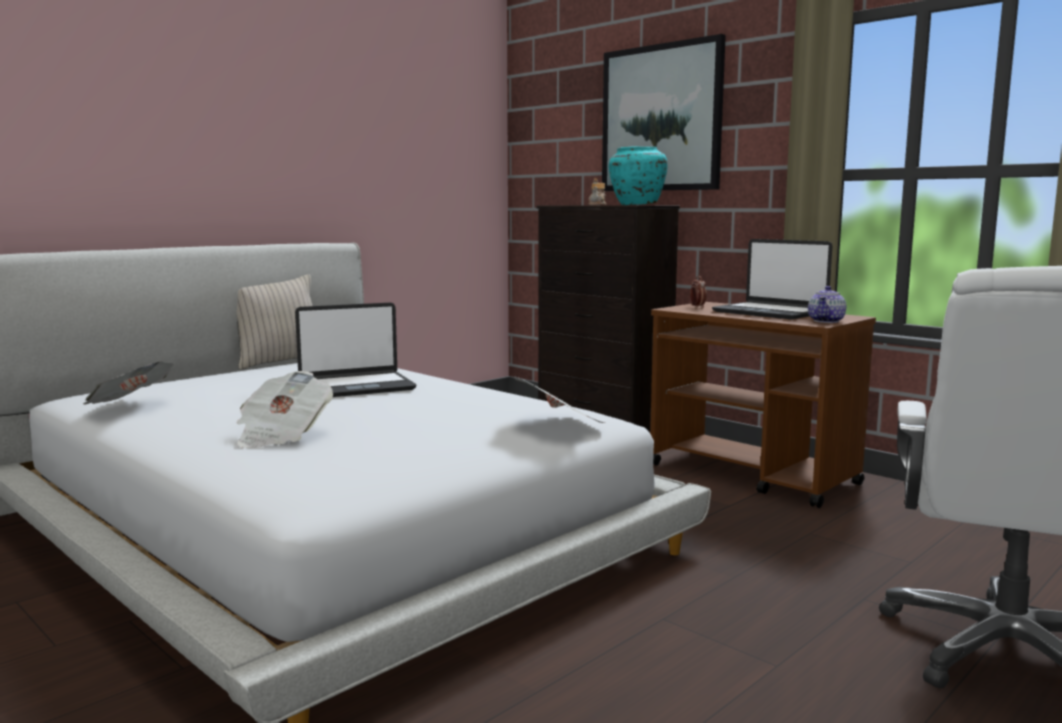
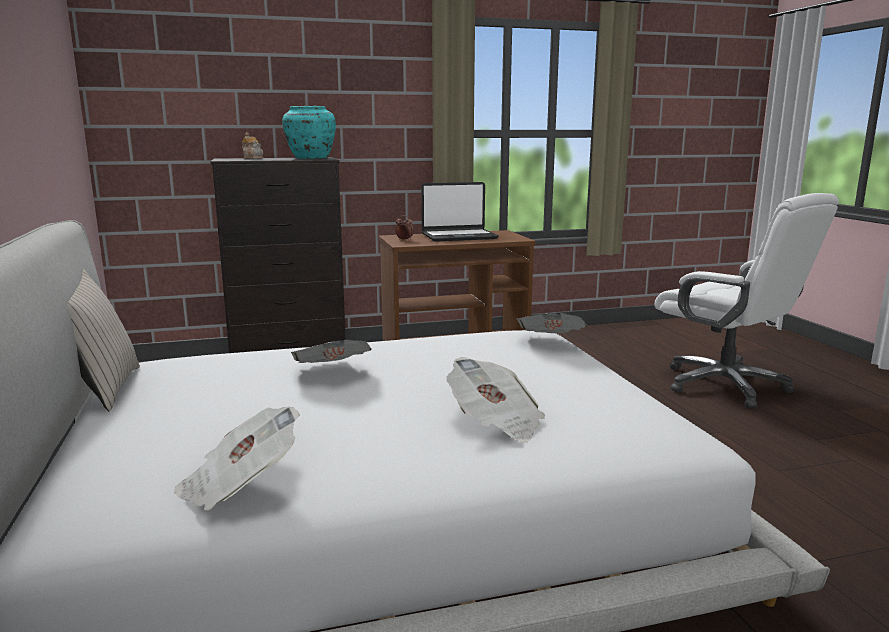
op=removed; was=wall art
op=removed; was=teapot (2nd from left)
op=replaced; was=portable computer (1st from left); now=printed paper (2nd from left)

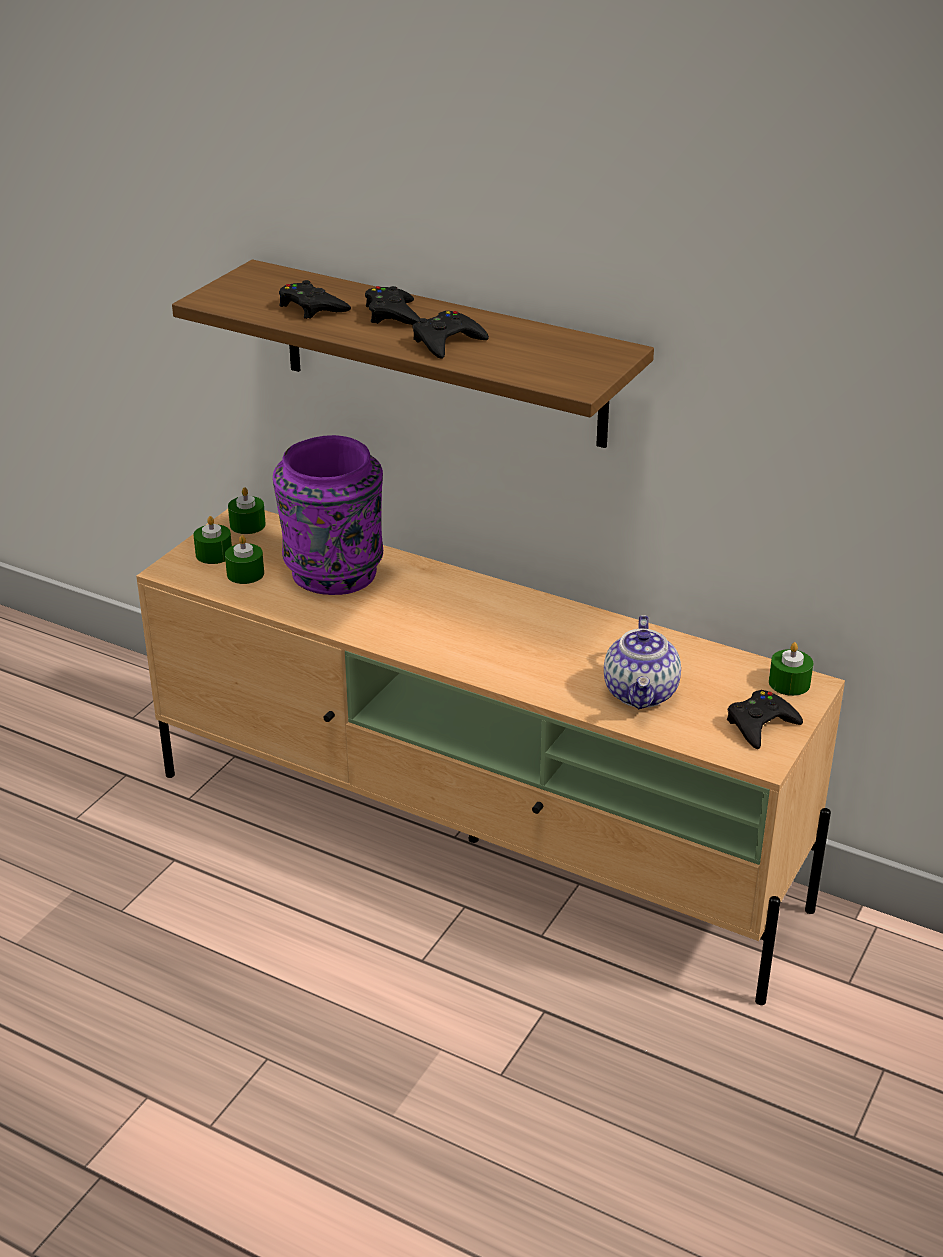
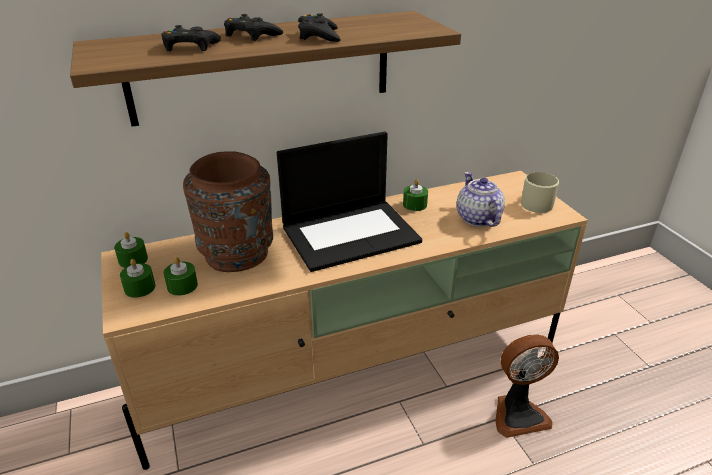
op=recoloured; was=vase in purple-coloured; now=vase in brown
op=turned; was=teapot; clockwise=-150
op=moved; was=wax light in green (4th from left)
op=replaced; was=joypad in black (4th from left); now=coffee mug in beige-coloured
op=added; now=portable computer
op=added; now=fan

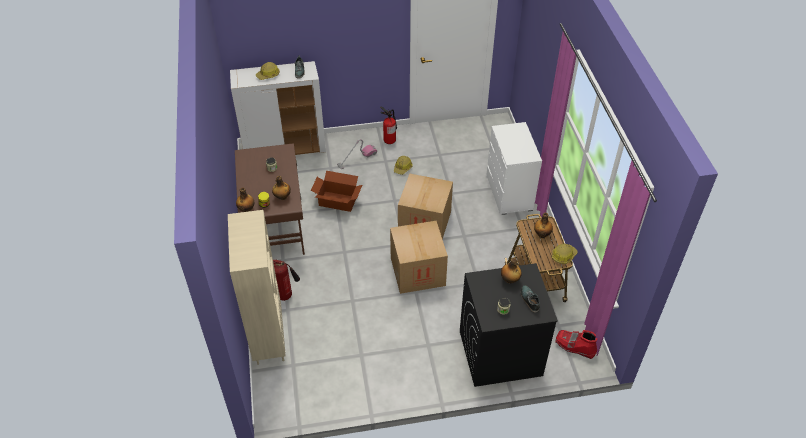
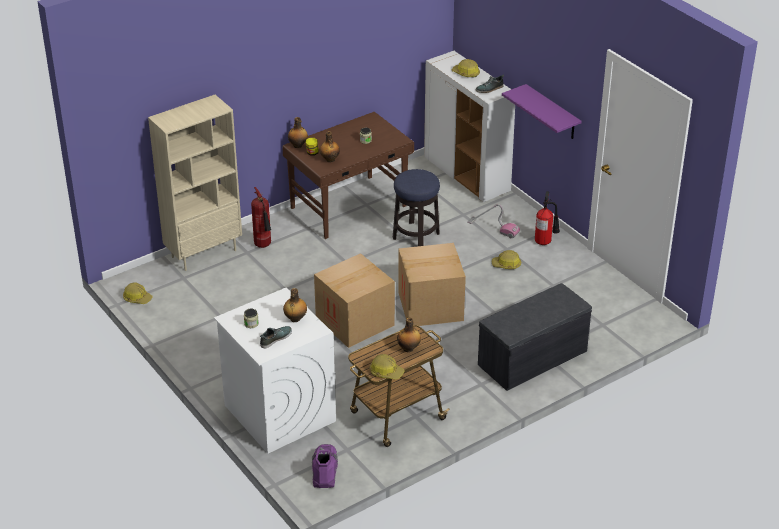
op=replaced; was=drawer chest in white-coloured; now=indoor bench in grey
op=replaced; was=carton (1st from left); now=stool seat
op=recoloured; was=laundry appliance in black; now=laundry appliance in white-coloured
op=recoloured; was=high-top boot in red; now=high-top boot in purple-coloured
op=added; now=wall shelf in purple-coloured
op=added; now=hard hat (1st from left)

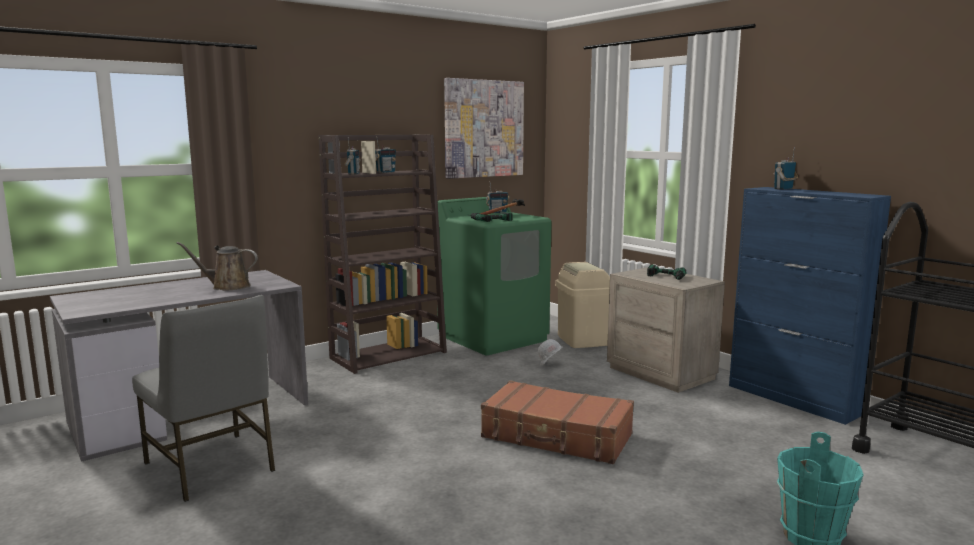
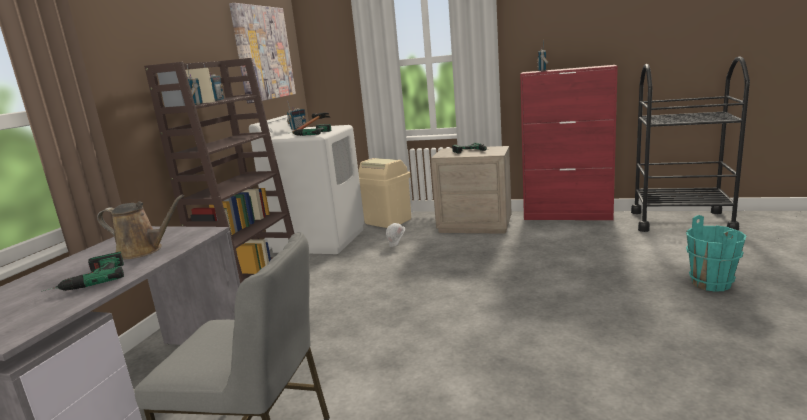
op=recoloured; was=cabinet in blue-coloured; now=cabinet in red
op=recoloured; was=laundry appliance in green; now=laundry appliance in white-coloured
op=turned; was=sprinkling can in brown; clockwise=-135
op=removed; was=suitcase in brown
op=added; now=power drill (1st from left)

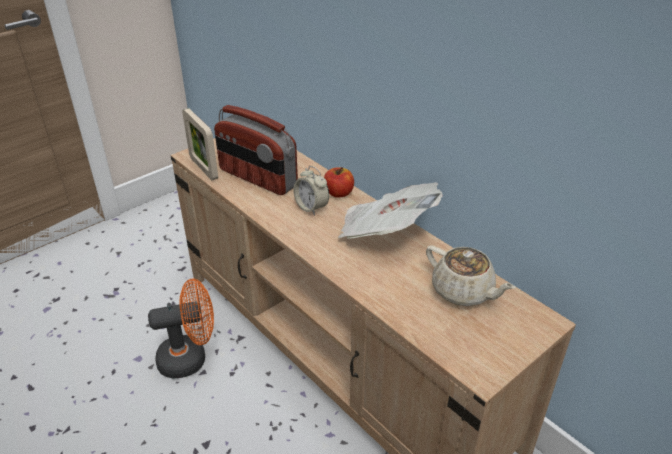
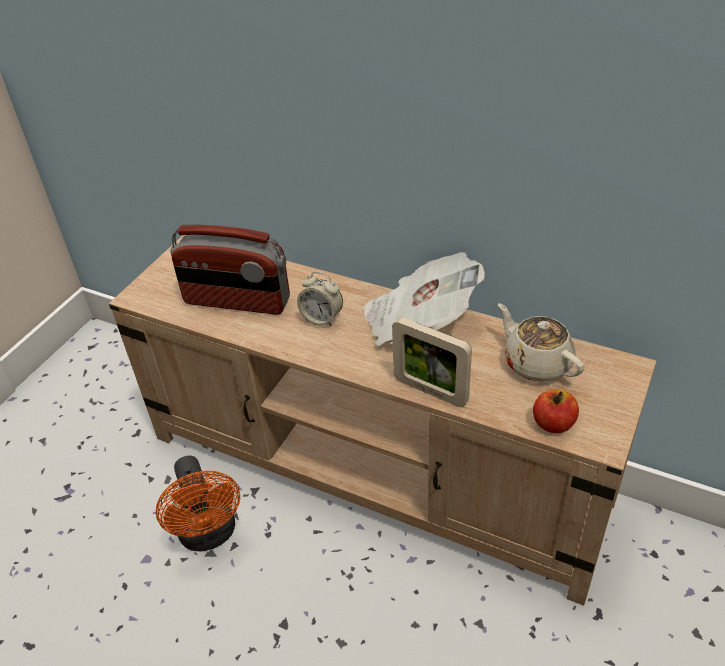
op=moved; was=photo frame
op=moved; was=apple fruit
op=turned; was=teapot in beige-coloured; clockwise=-150
op=turned; was=fan in orangey; clockwise=105

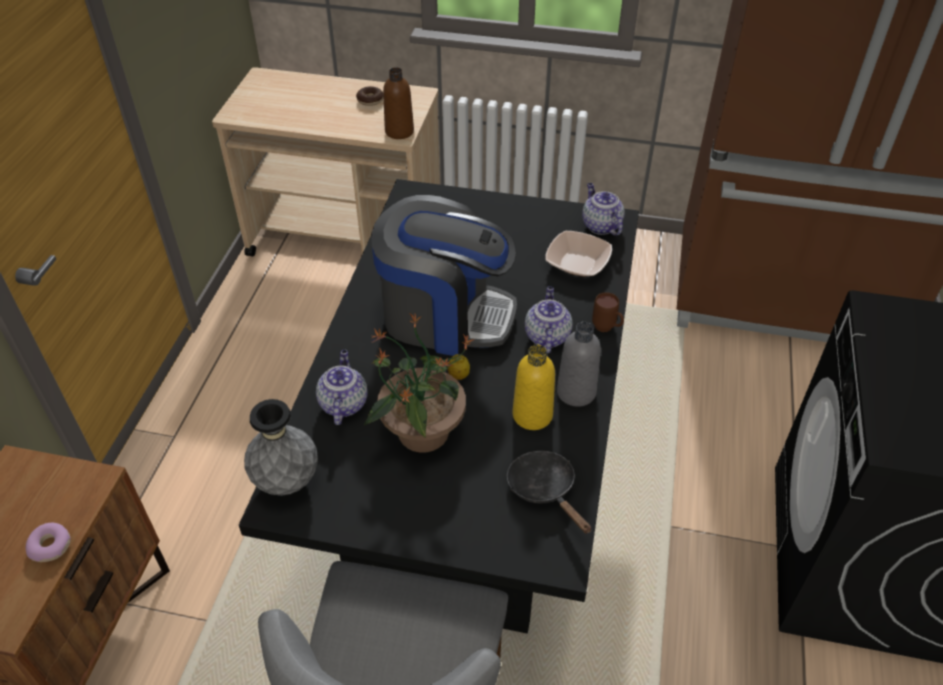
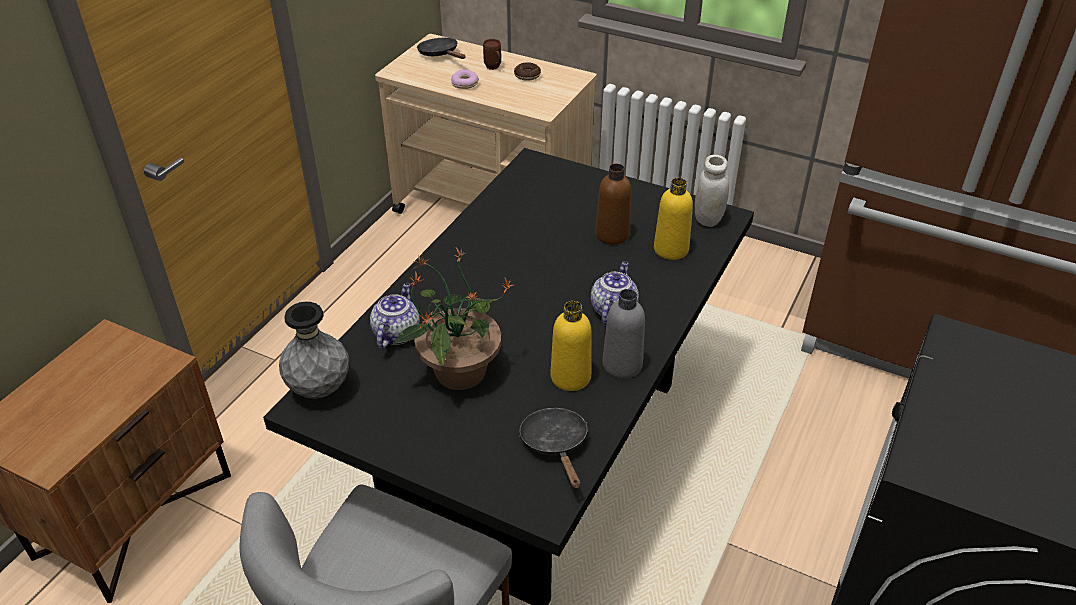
op=moved; was=beverage bottle in brown
op=replaced; was=teapot (3rd from left); now=jar in white-coloured
op=removed; was=coffee machine
op=replaced; was=serving bowl; now=beverage bottle in yellow-coloured (2nd from left)
op=moved; was=coffee mug in brown
op=removed; was=lemon
op=moved; was=doughnut (1st from left)
op=added; now=skillet in black (1st from left)

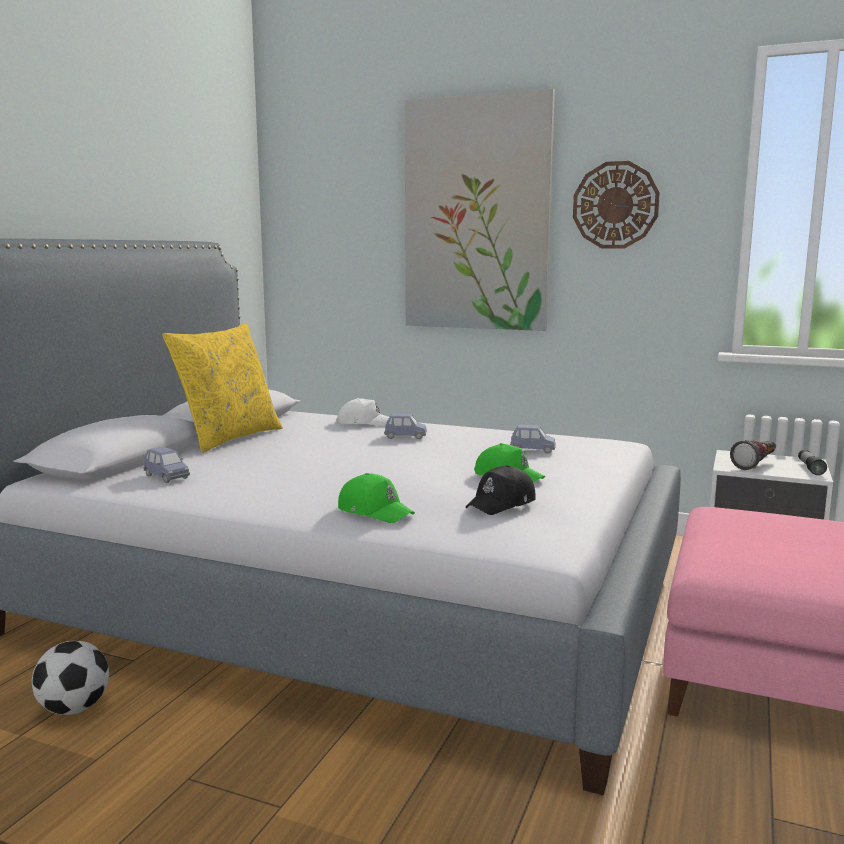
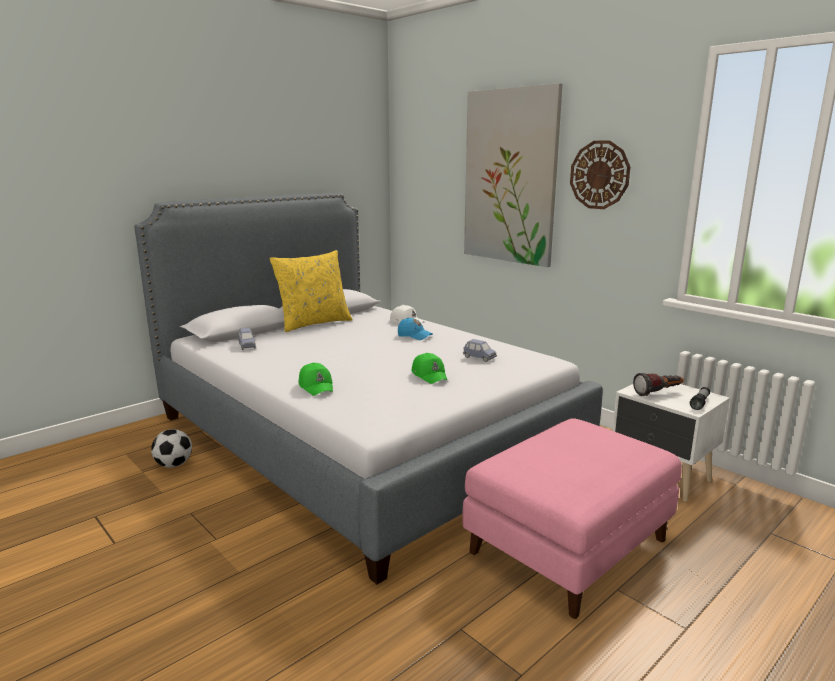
op=replaced; was=miniature car in blue-coloured (2nd from left); now=baseball cap in blue-coloured
op=removed; was=baseball cap in black

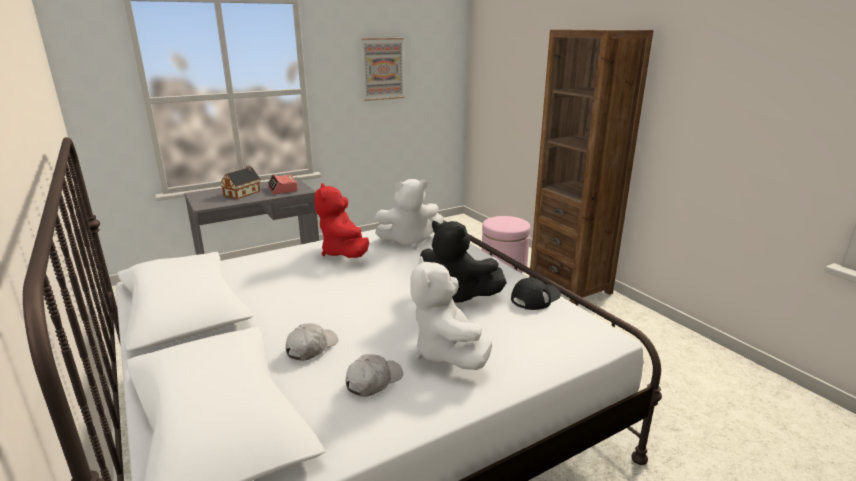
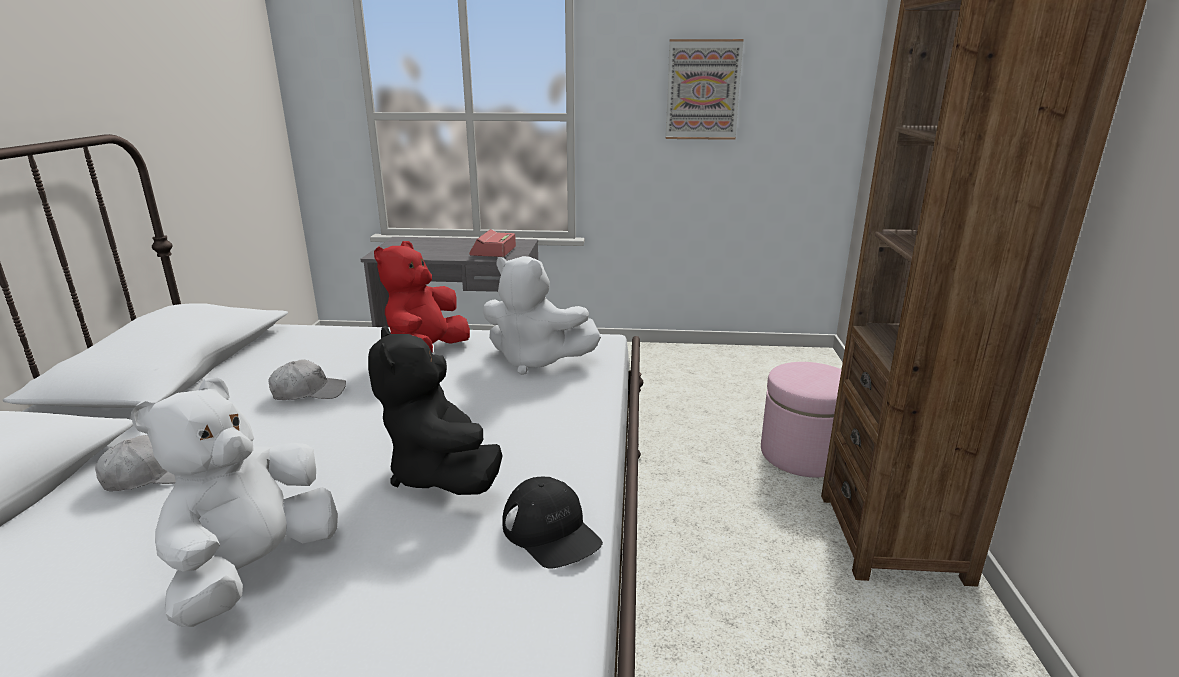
op=removed; was=miniature house
op=turned; was=baseball cap in black; clockwise=60
op=moved; was=baseball cap in white-coloured (2nd from left)

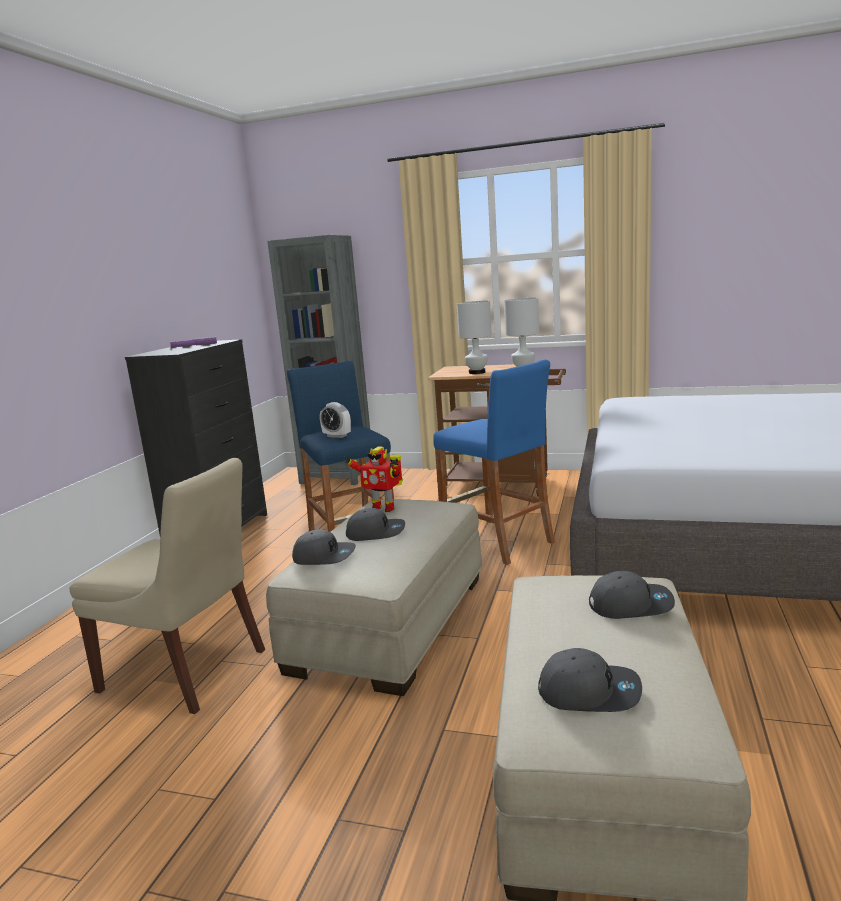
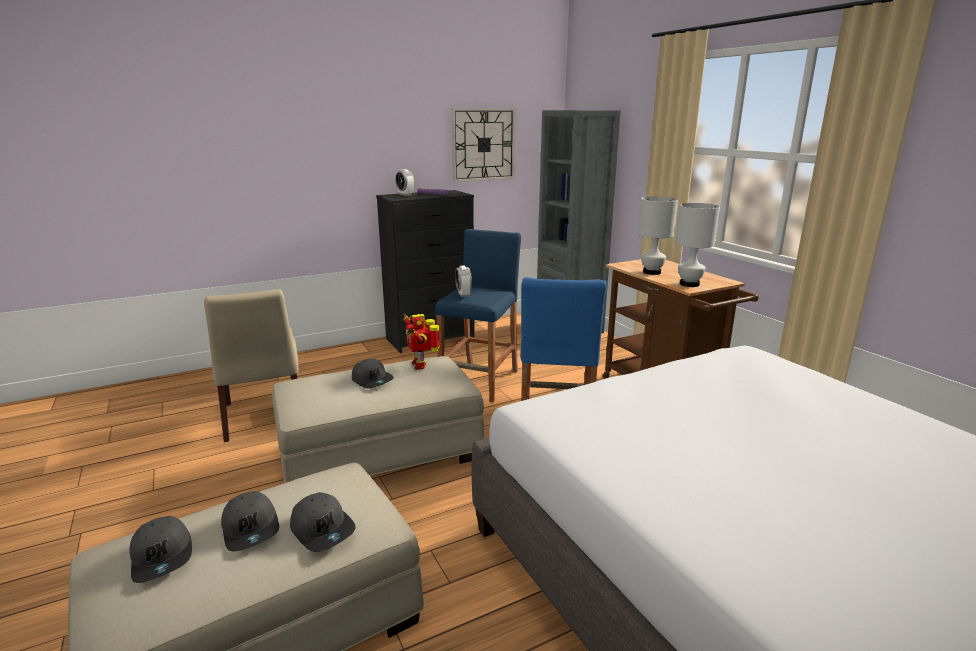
op=moved; was=baseball cap in grey (1st from left in the first image); now=baseball cap in grey (2nd from left)
op=added; now=hanging clock
op=added; now=table clock (1st from left)

